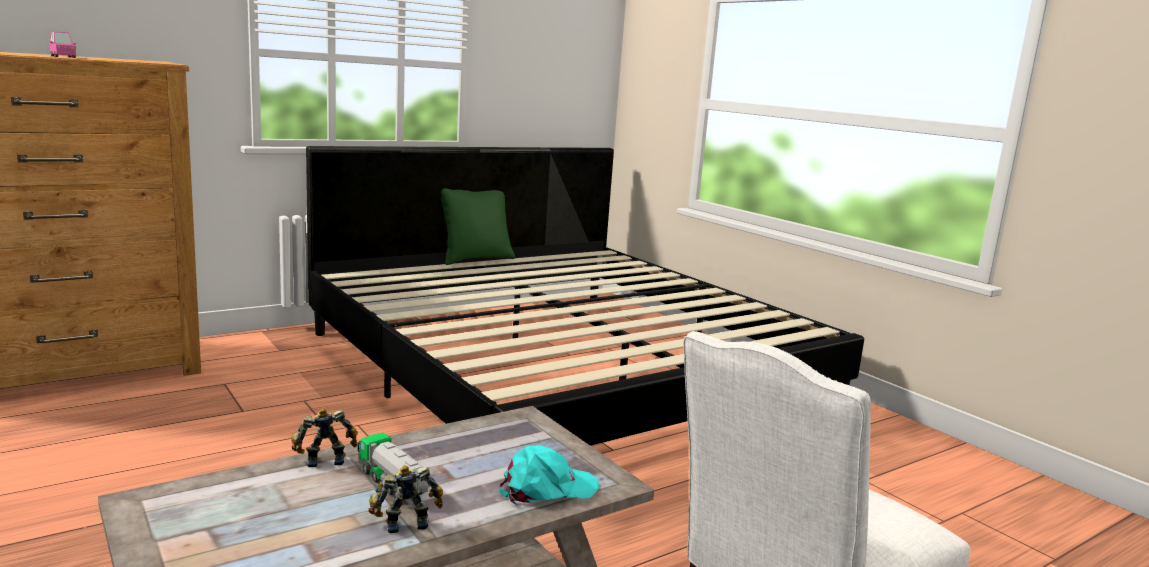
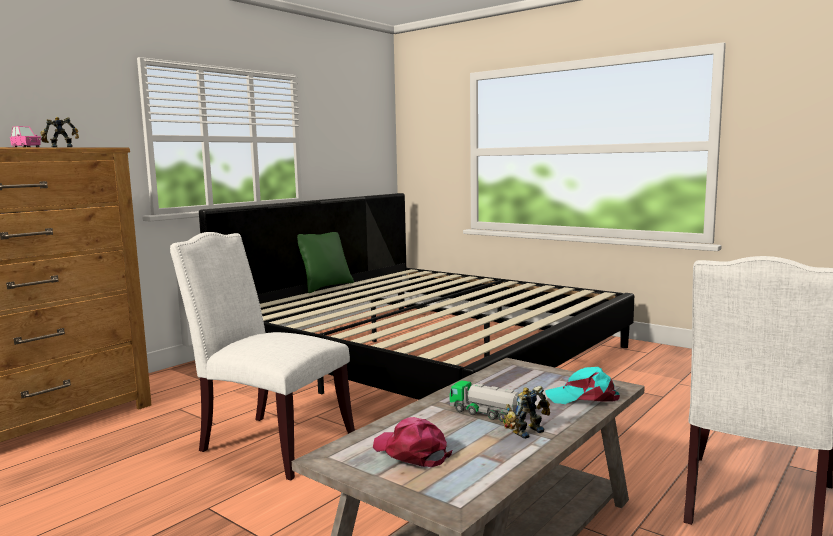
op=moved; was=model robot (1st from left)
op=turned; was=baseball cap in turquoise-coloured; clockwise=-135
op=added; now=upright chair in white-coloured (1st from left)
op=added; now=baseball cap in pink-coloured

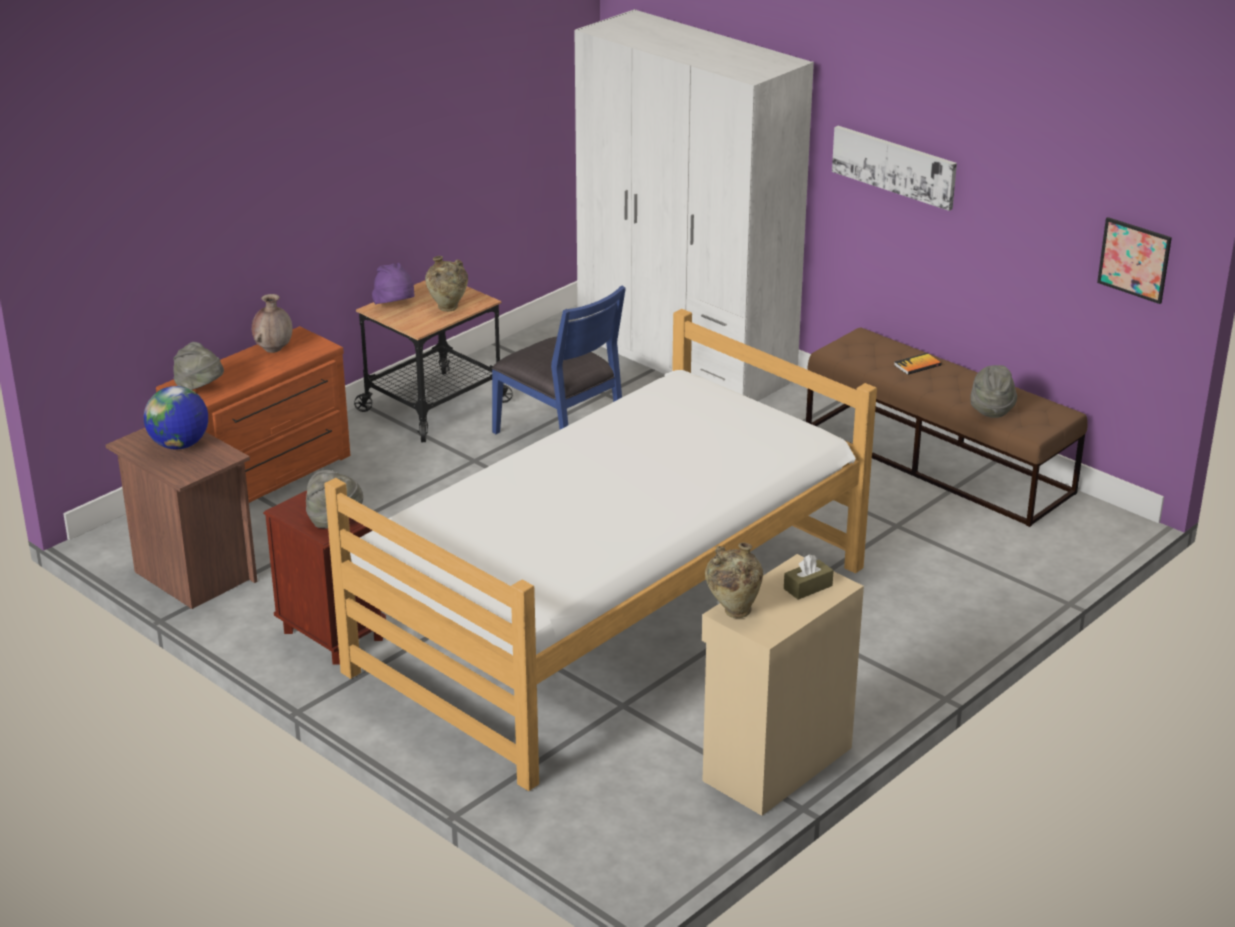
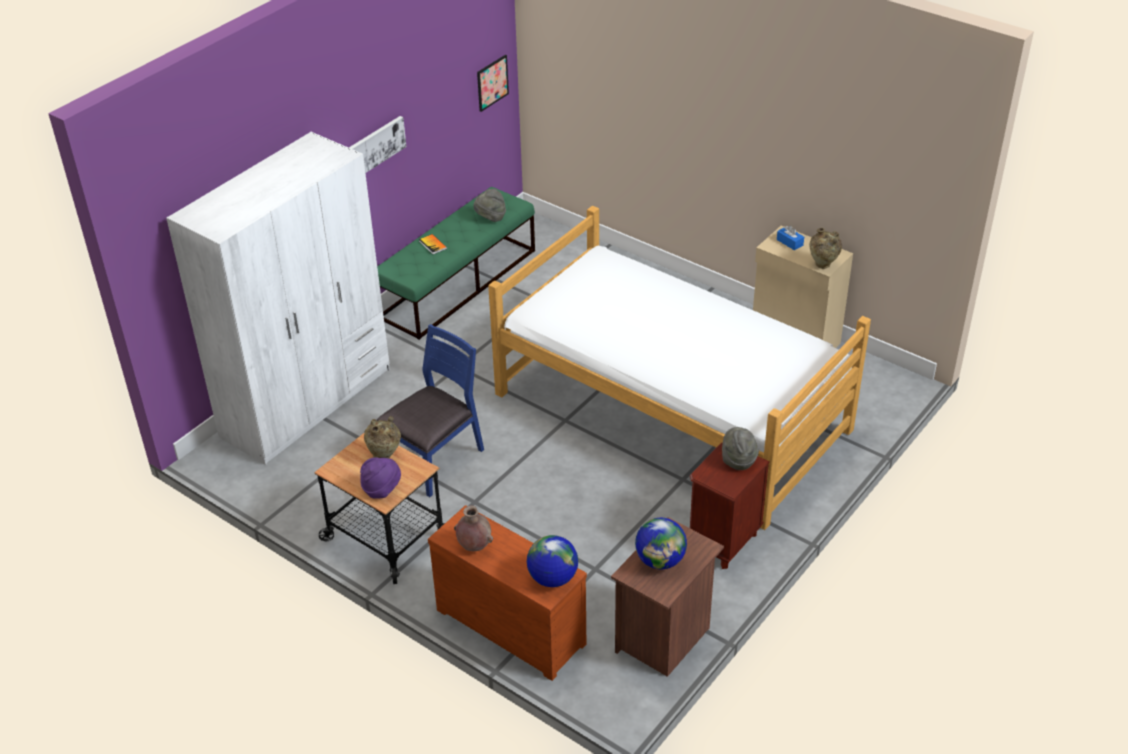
op=recoloured; was=indoor bench in brown; now=indoor bench in green
op=replaced; was=clothing hat in grey (1st from left); now=globe (1st from left)
op=recoloured; was=box of tissues in brown; now=box of tissues in blue-coloured

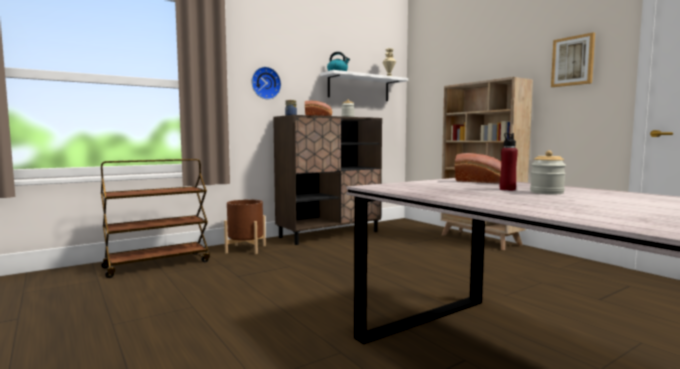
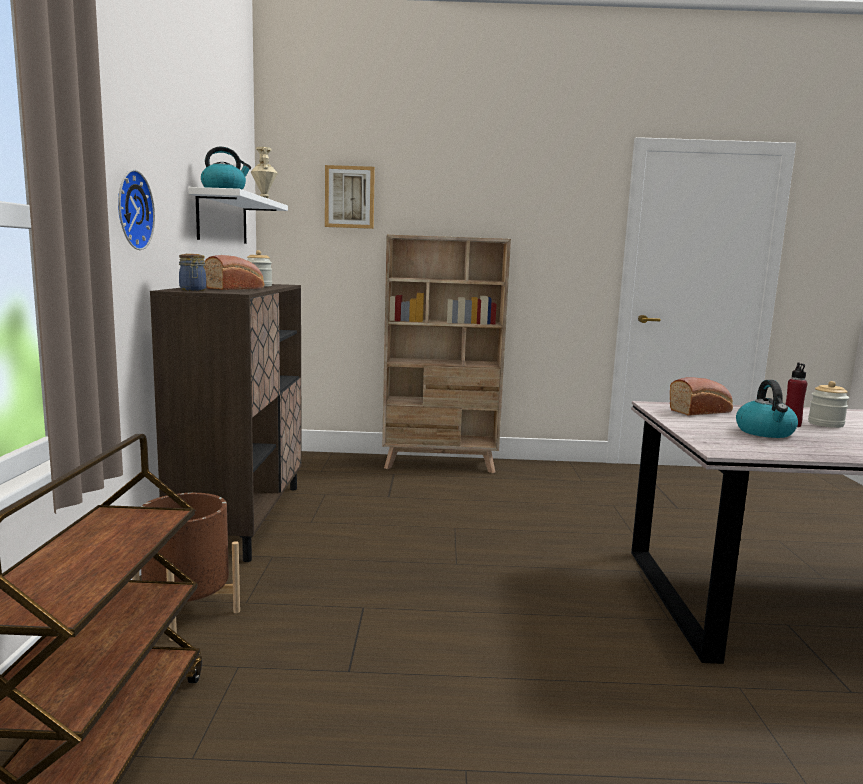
op=moved; was=wall art
op=added; now=kettle (2nd from left)

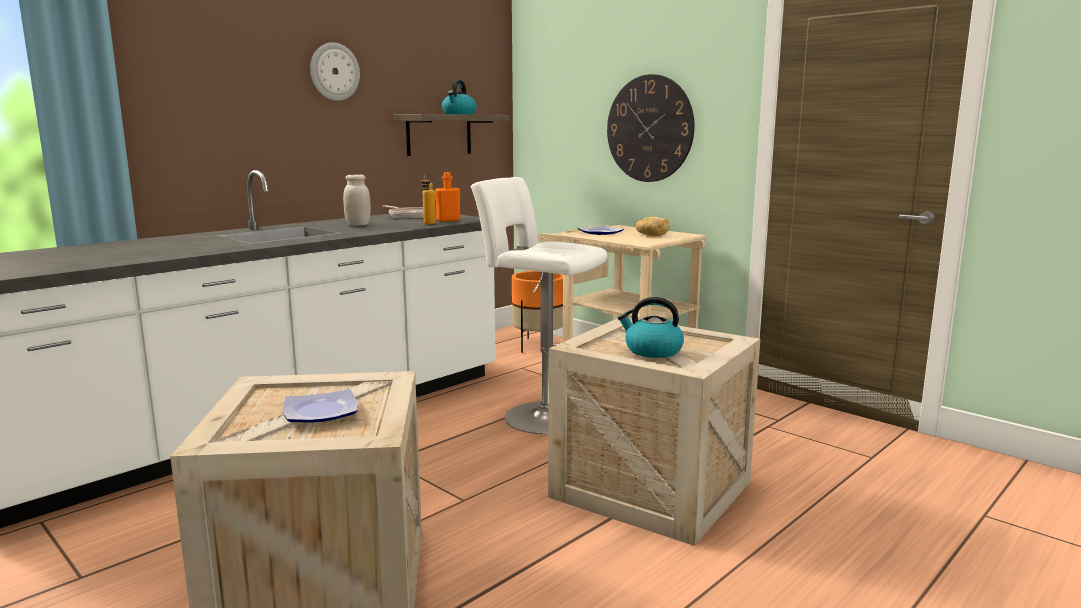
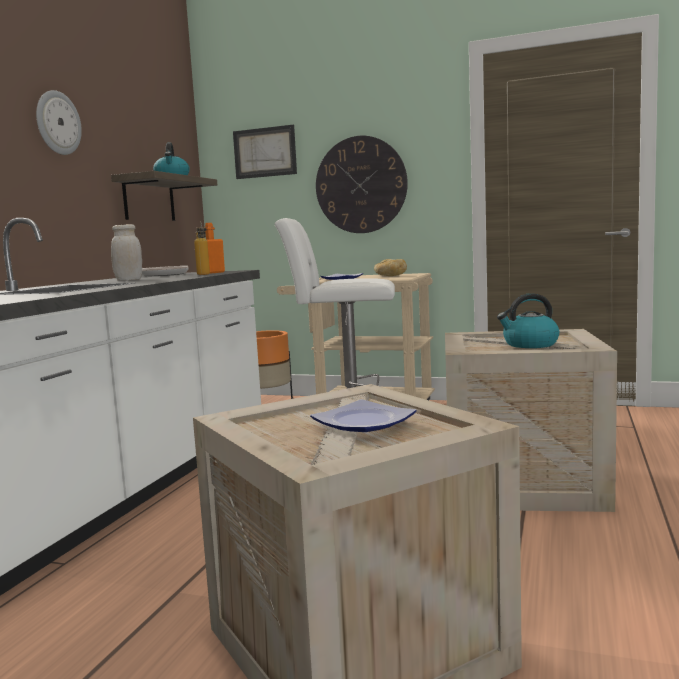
op=added; now=wall art

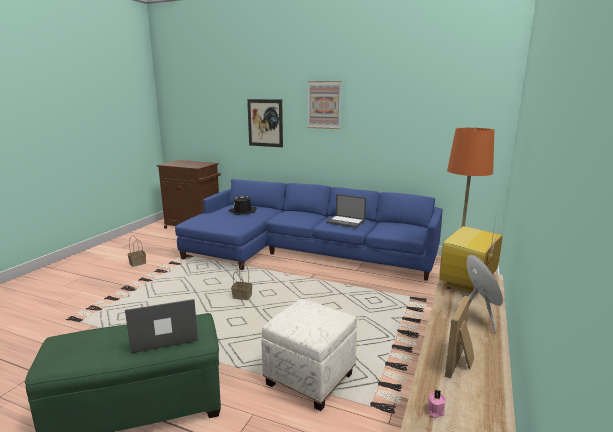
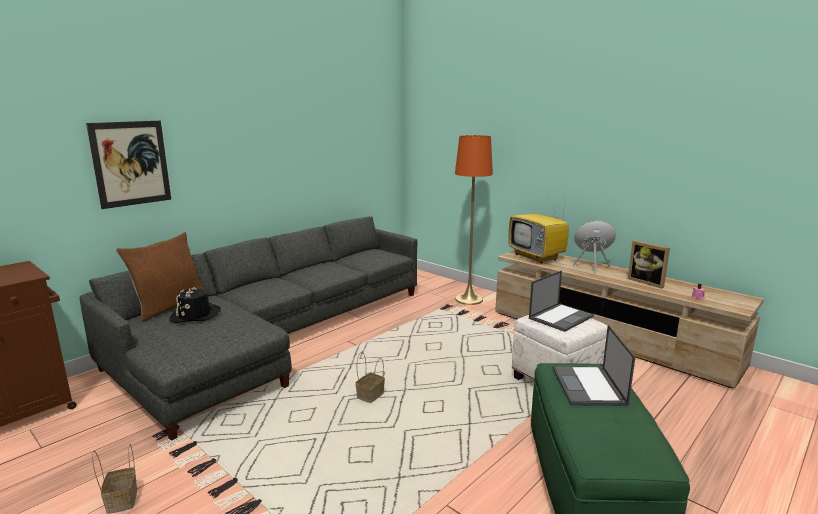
op=removed; was=wall art (2nd from left)
op=recoloured; was=couch in blue-coloured; now=couch in grey
op=moved; was=portable computer (2nd from left in the first image); now=portable computer (1st from left)
op=added; now=throw pillow in brown

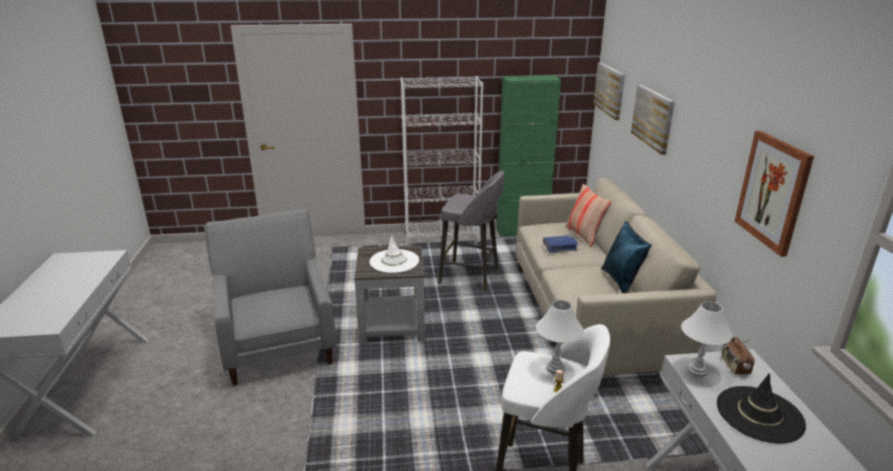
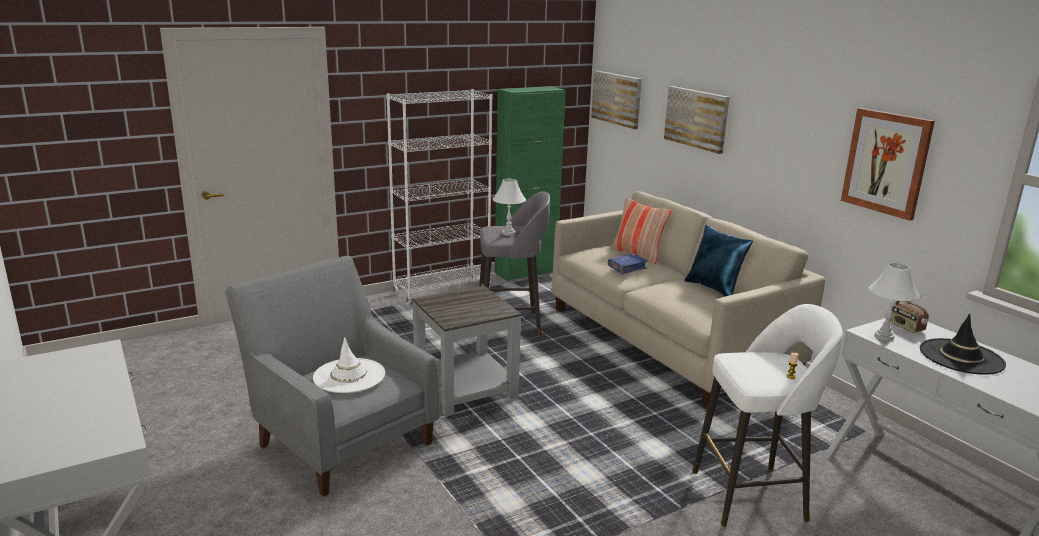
op=moved; was=clothing hat in white-coloured
op=moved; was=lamp for a table in white-coloured (1st from left)

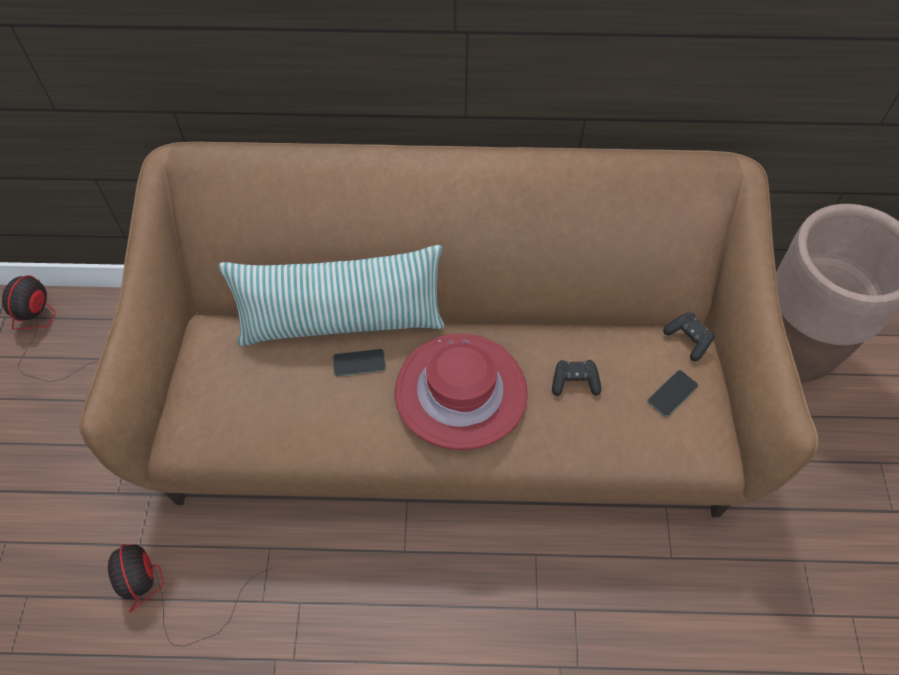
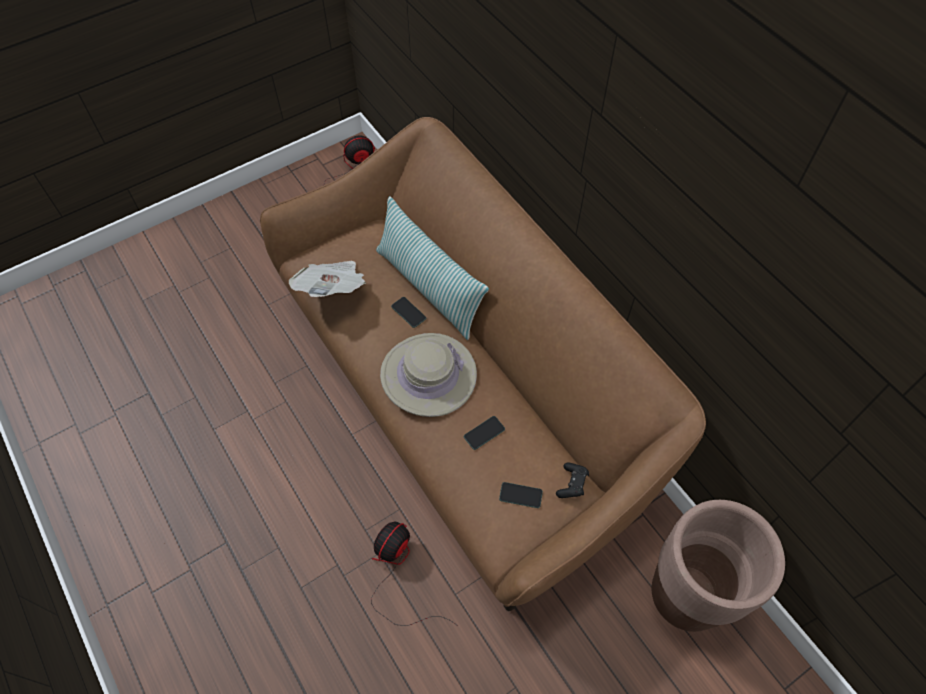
op=recoloured; was=clothing hat in red; now=clothing hat in beige-coloured
op=replaced; was=joypad in black (1st from left); now=phone (2nd from left)
op=moved; was=fan (2nd from left)
op=added; now=printed paper

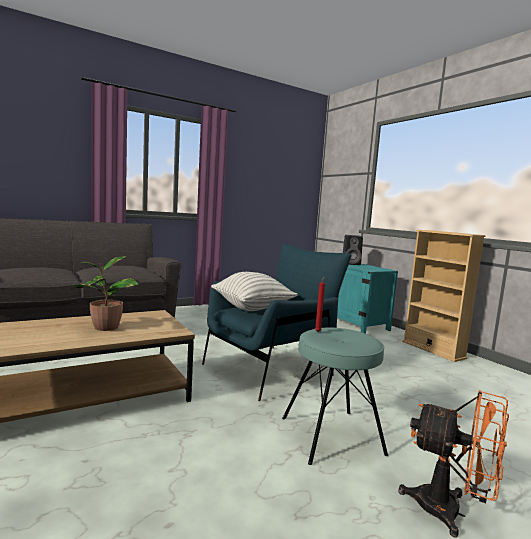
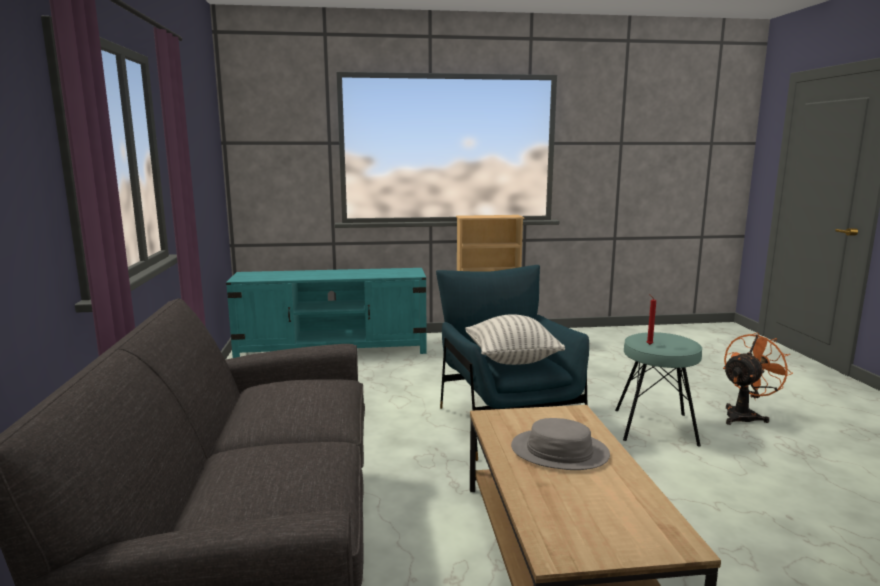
op=removed; was=audio speaker in black
op=replaced; was=potted plant; now=clothing hat in grey

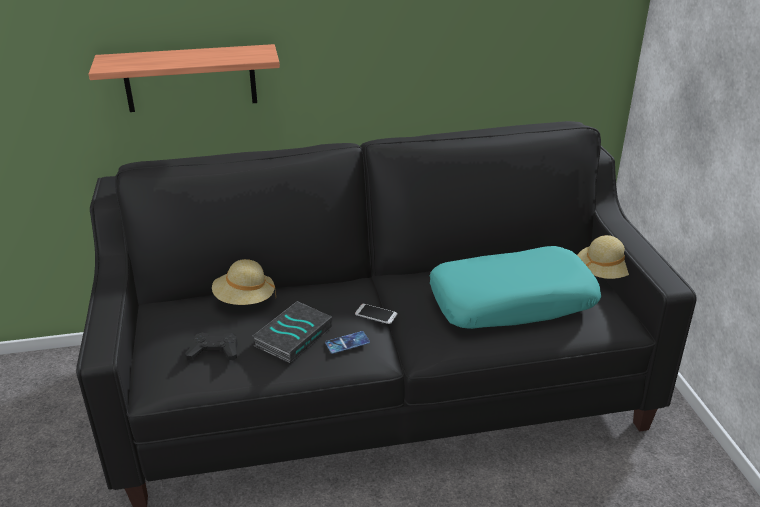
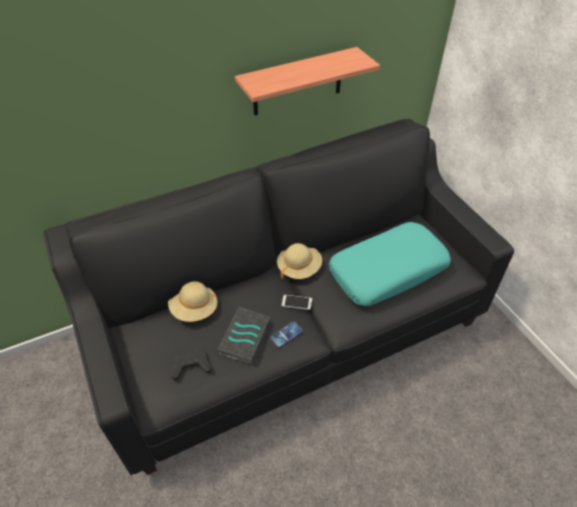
op=moved; was=wall shelf
op=moved; was=clothing hat in beige-coloured (2nd from left)

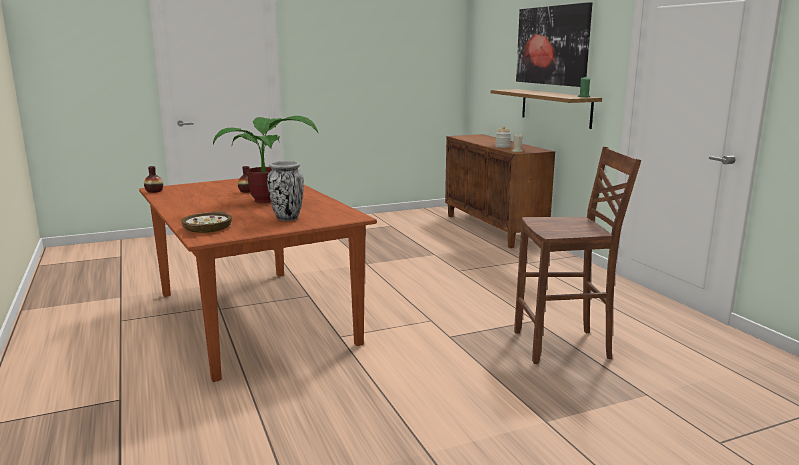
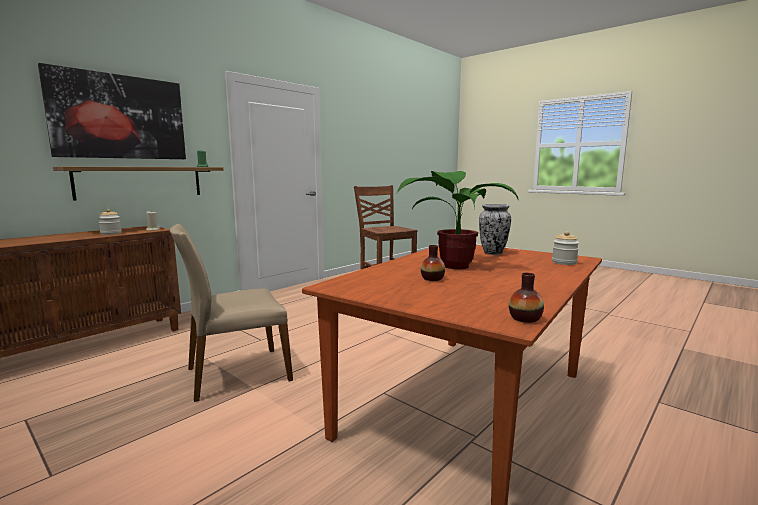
op=replaced; was=serving bowl; now=jar (2nd from left)
op=added; now=upright chair in beige-coloured

